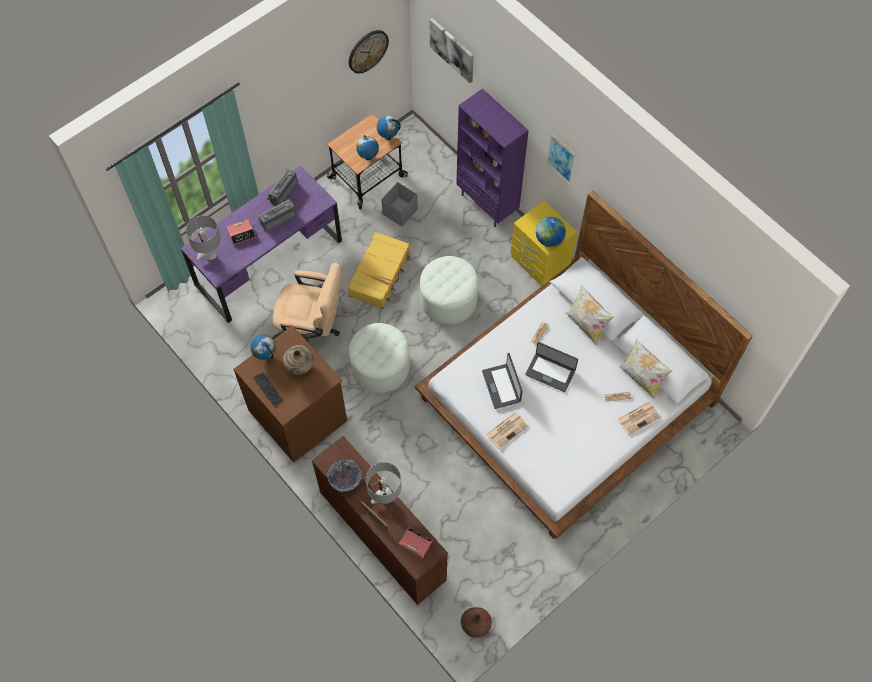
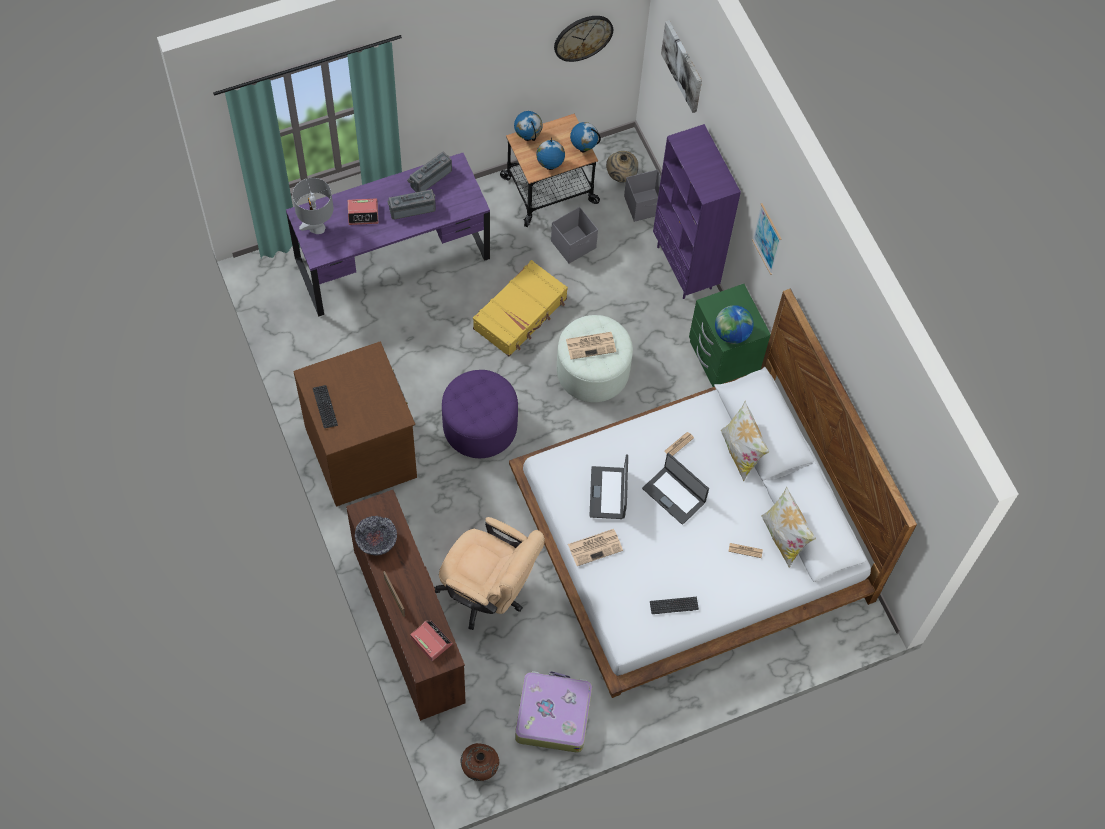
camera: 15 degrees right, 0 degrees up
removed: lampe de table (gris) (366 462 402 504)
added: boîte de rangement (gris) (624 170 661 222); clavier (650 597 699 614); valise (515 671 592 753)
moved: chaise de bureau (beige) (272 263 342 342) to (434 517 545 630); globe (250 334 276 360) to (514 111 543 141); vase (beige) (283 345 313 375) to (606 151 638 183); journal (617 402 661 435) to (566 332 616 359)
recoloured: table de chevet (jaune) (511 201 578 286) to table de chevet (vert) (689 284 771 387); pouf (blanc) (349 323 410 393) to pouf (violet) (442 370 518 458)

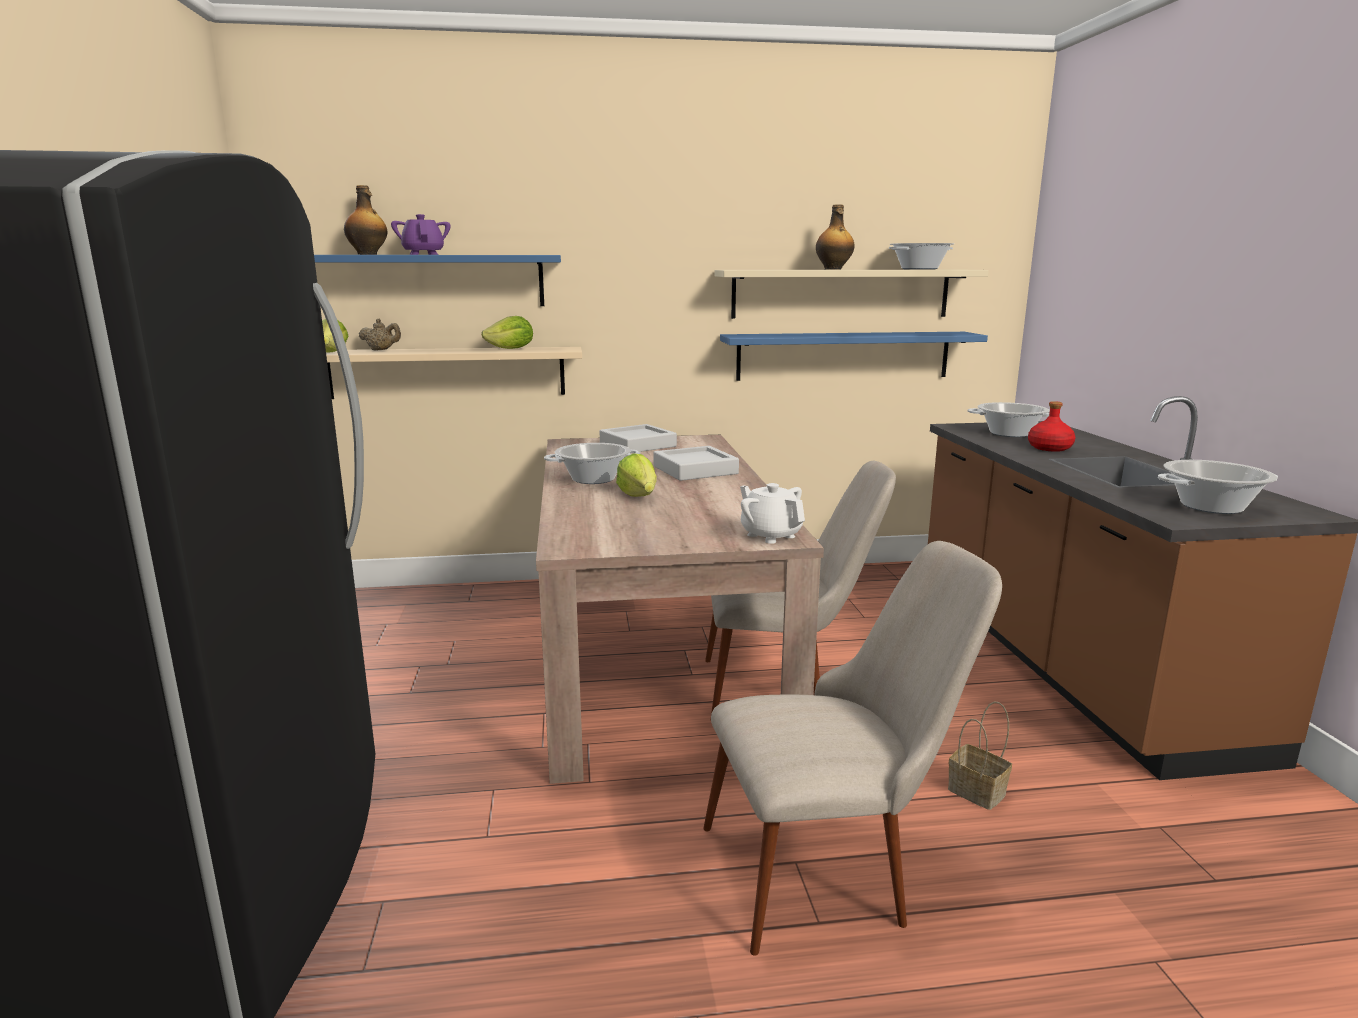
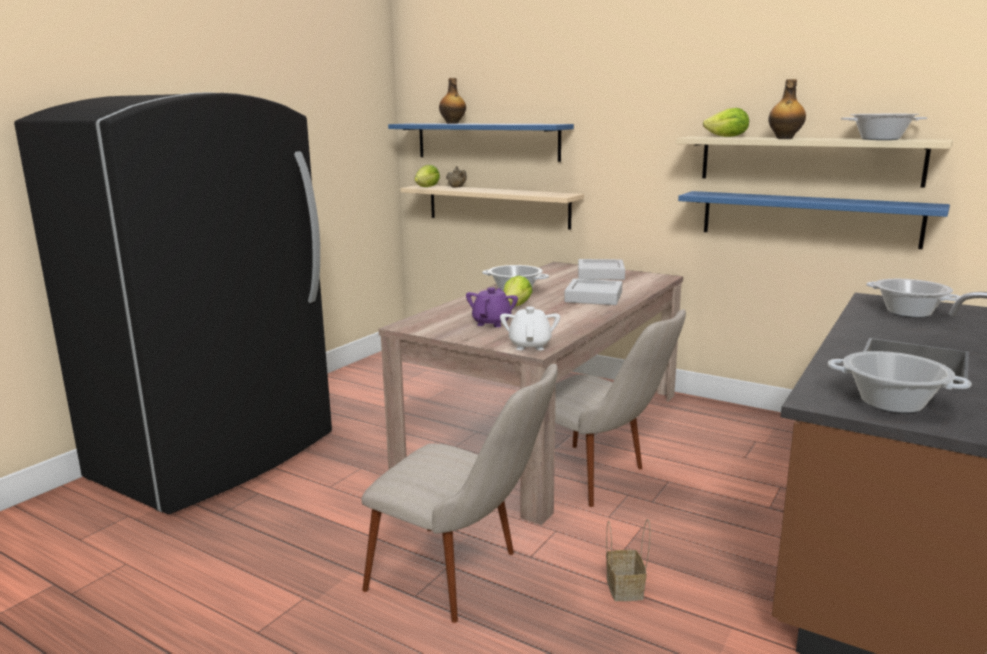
camera: 40 degrees right, 0 degrees up
removed: bouteille (rouge) (1028 401 1076 452)
moved: théière (violet) (391 214 451 255) to (466 287 518 327); laitue (481 316 533 349) to (703 108 749 137)

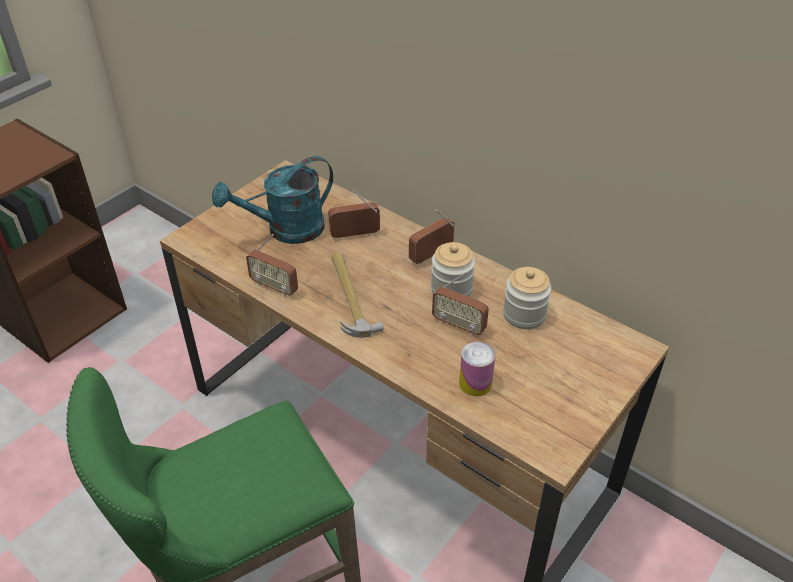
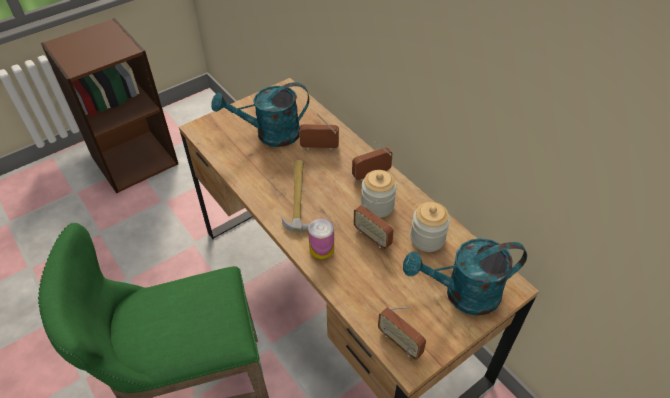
camera: 15 degrees right, 5 degrees up
added: arrosoir (turquoise) (403 238 527 316)
moved: radio (246 234 298 297) to (378 306 426 360); boîte métallique (459 342 495 396) to (308 218 334 259)

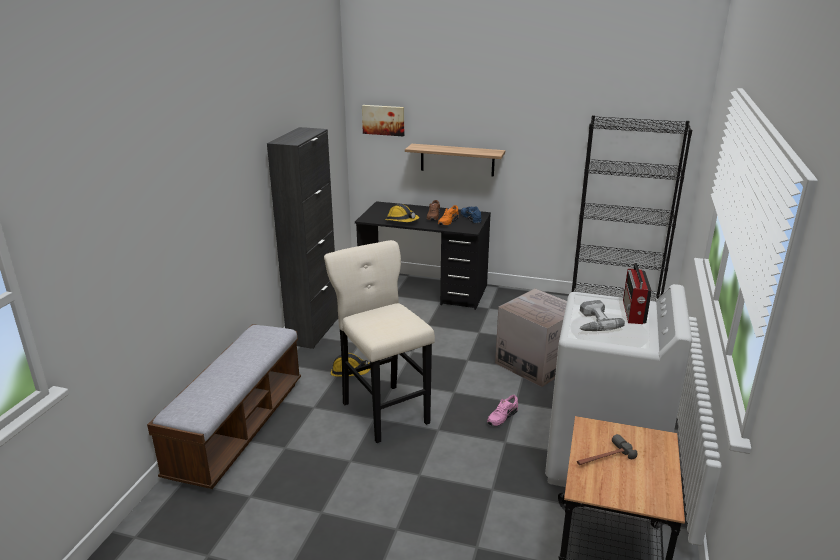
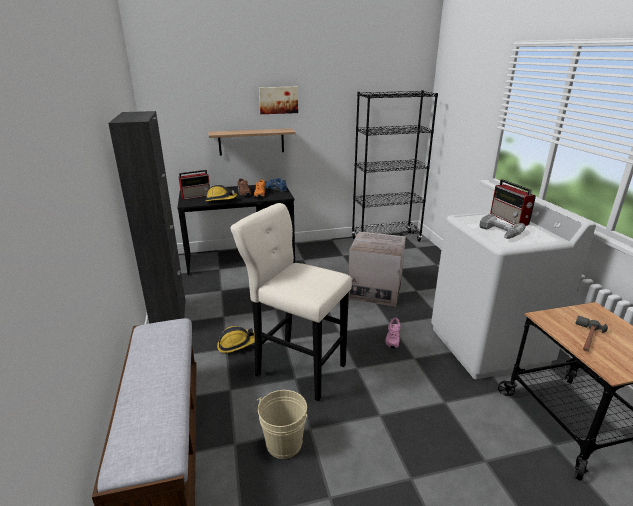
camera: 30 degrees left, 0 degrees up
added: radio (179 170 210 200); seau (beige) (257 390 307 459)
moved: tableau (362 105 404 136) to (259 87 298 114)

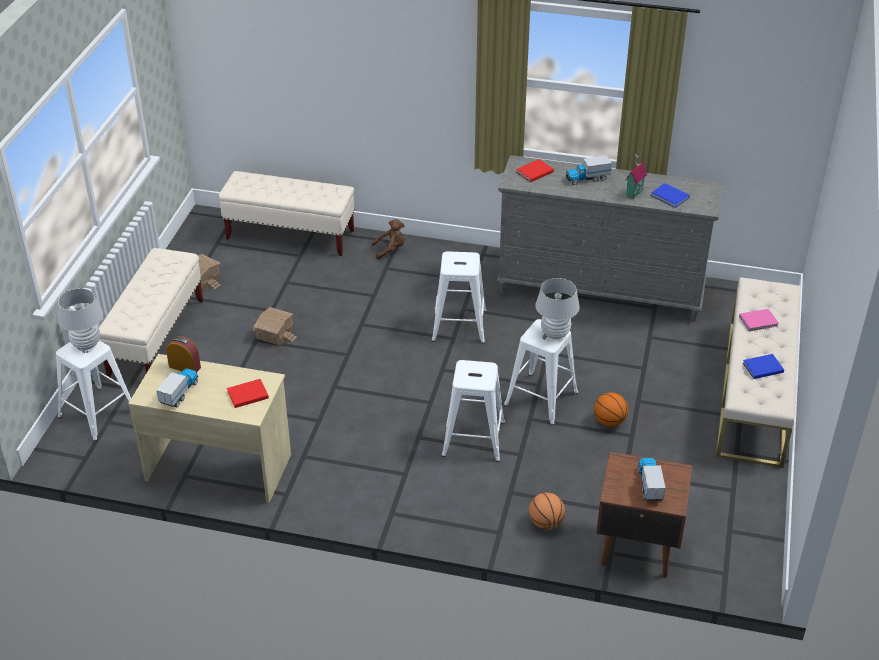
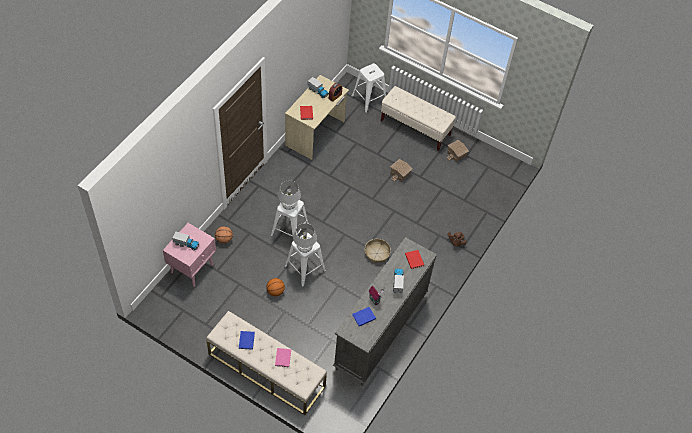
camera: 105 degrees right, 15 degrees up
removed: banc (beige) (219 171 355 256)
moved: lampe de table (blanc) (58 288 103 350) to (278 180 301 210)
replaced: tabouret (blanc) (432 251 487 343) to panier (365 239 391 263)
recoloured: table de chevet (marron) (596 452 693 578) to table de chevet (rose) (163 223 216 287)

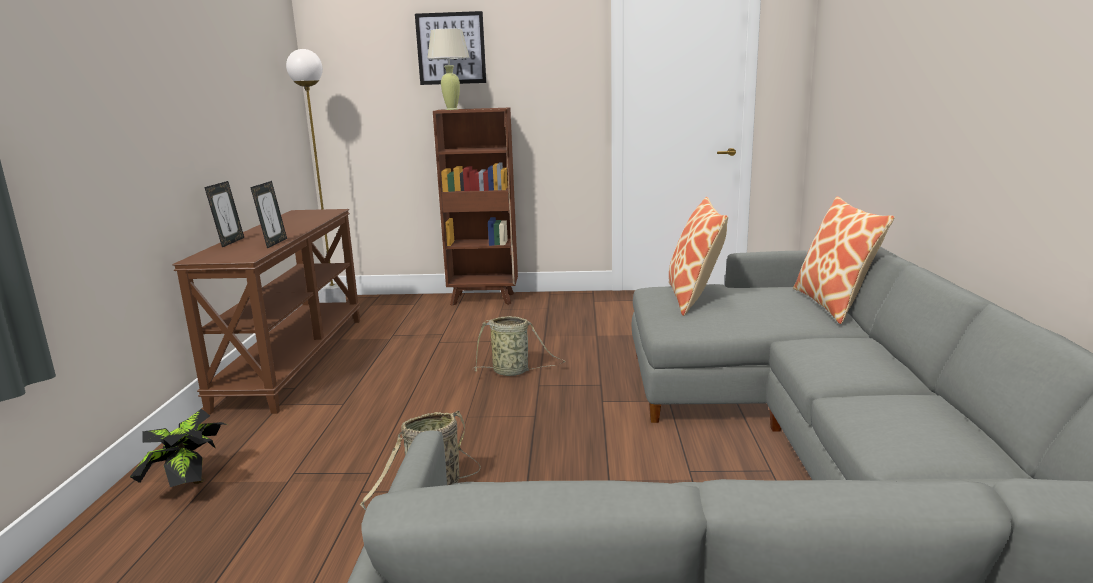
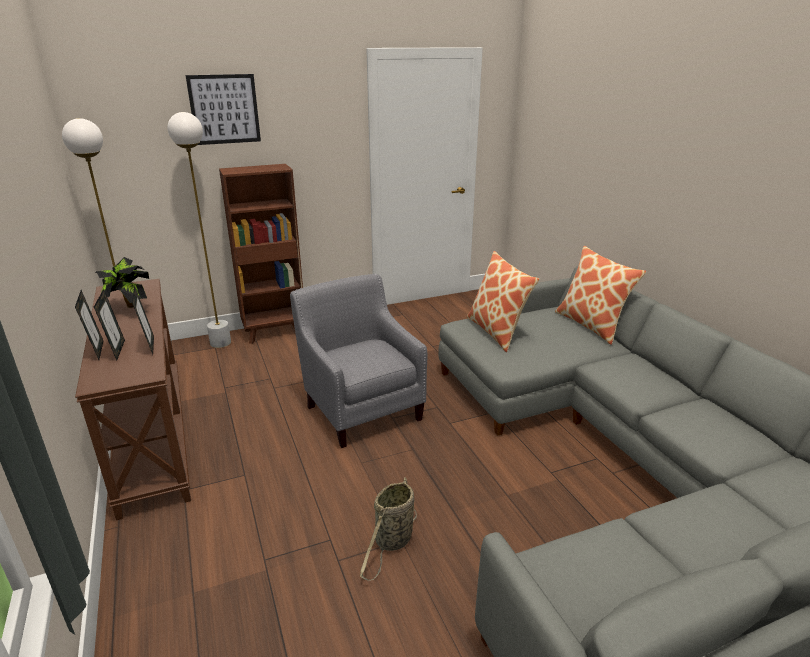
camera: 25 degrees left, 10 degrees up
removed: lampe de table (beige) (427 28 470 110)
added: lampadaire (blanc) (167 112 231 348); cadre photo (94 289 125 361)
moved: plante en pot (130 409 227 487) to (96 257 149 308)
replaced: panier (472 316 565 376) to fauteuil (gris) (290 274 427 448)

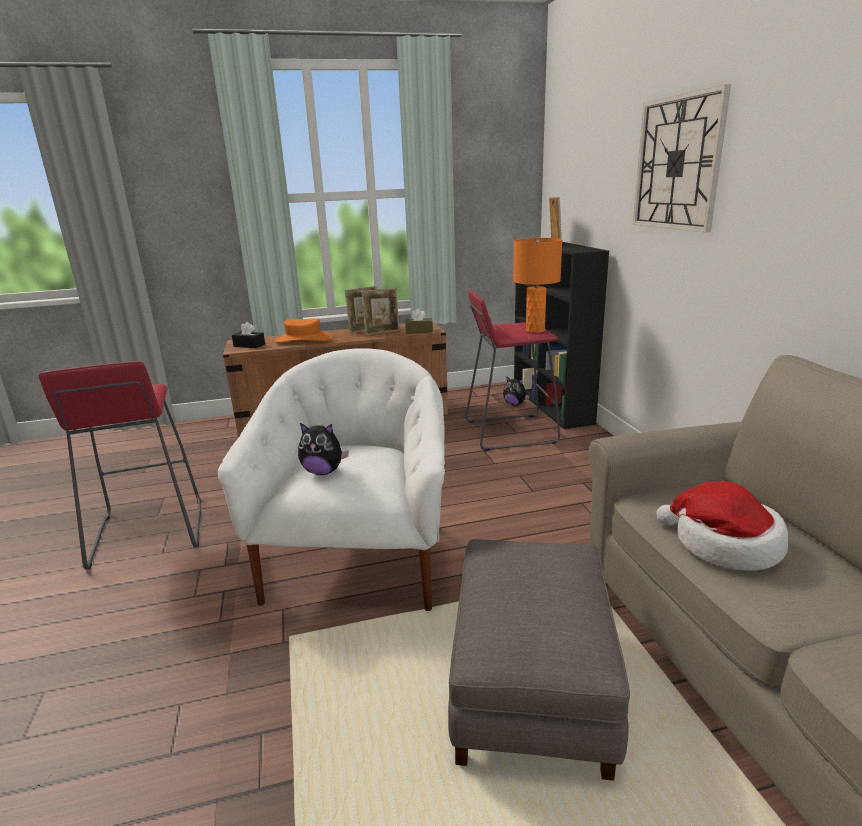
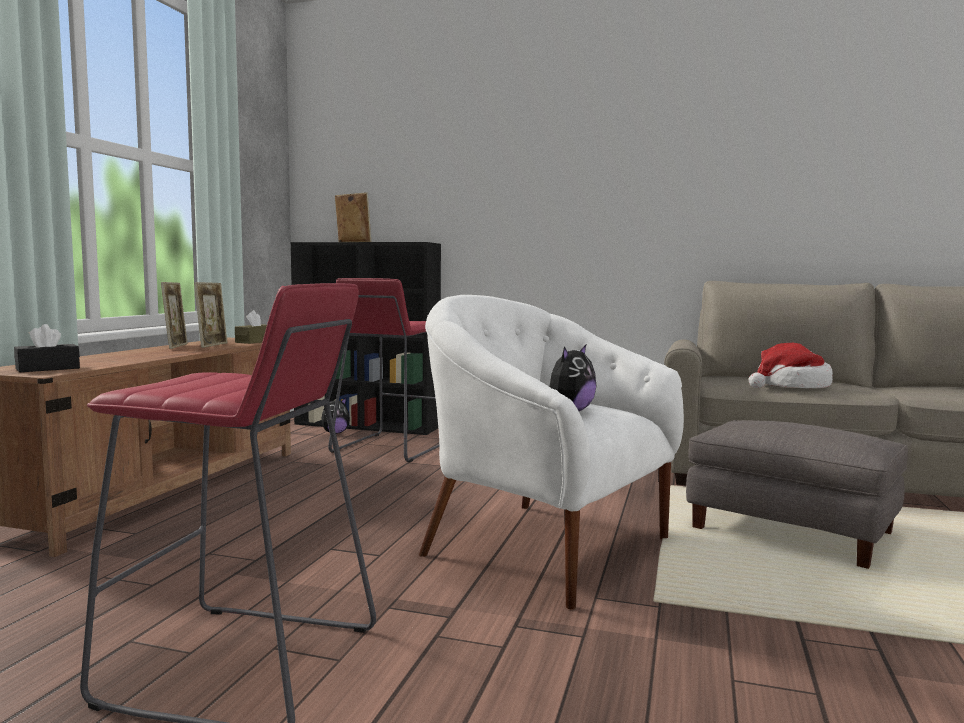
camera: 60 degrees left, 15 degrees down
removed: horloge murale (633 84 731 233); lampe de table (orange) (513 238 562 333); chapeau (orange) (275 318 332 343)

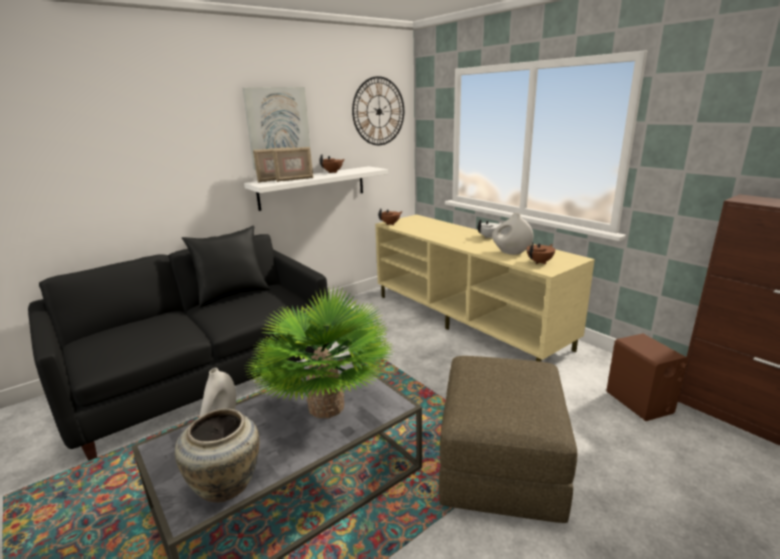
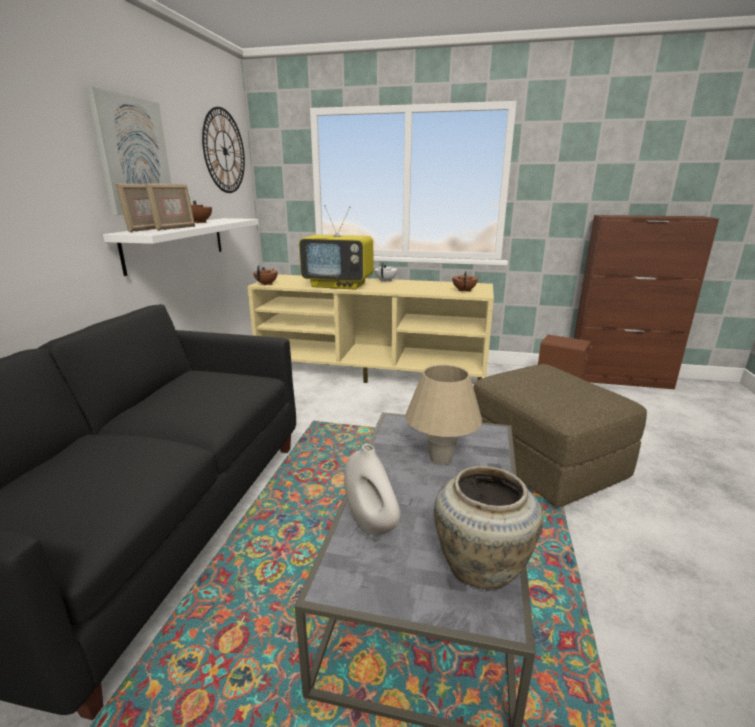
camera: 40 degrees left, 0 degrees up
removed: vase (blanc) (492 213 533 255); coussin (noir) (182 226 270 308)
added: téléviseur (299 205 373 289)
replaced: plante en pot (246 285 393 418) to lampe de table (beige) (406 365 482 465)

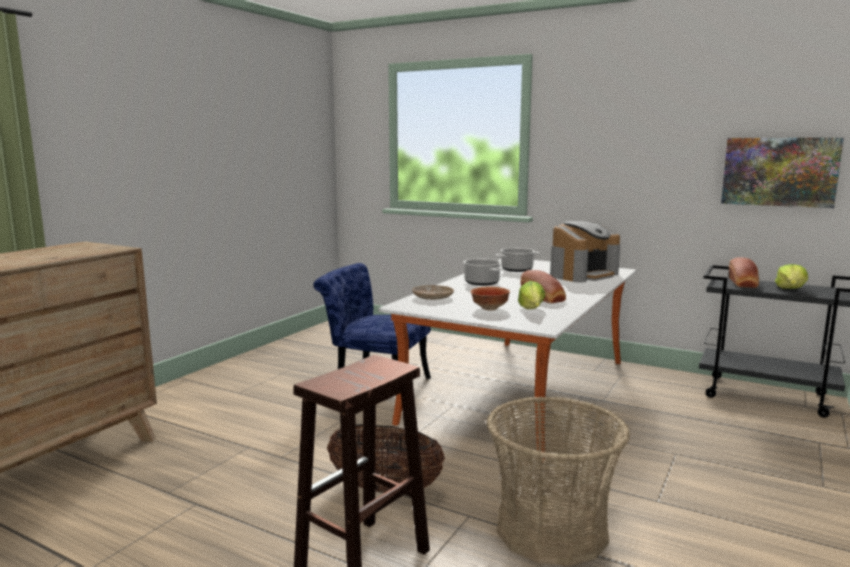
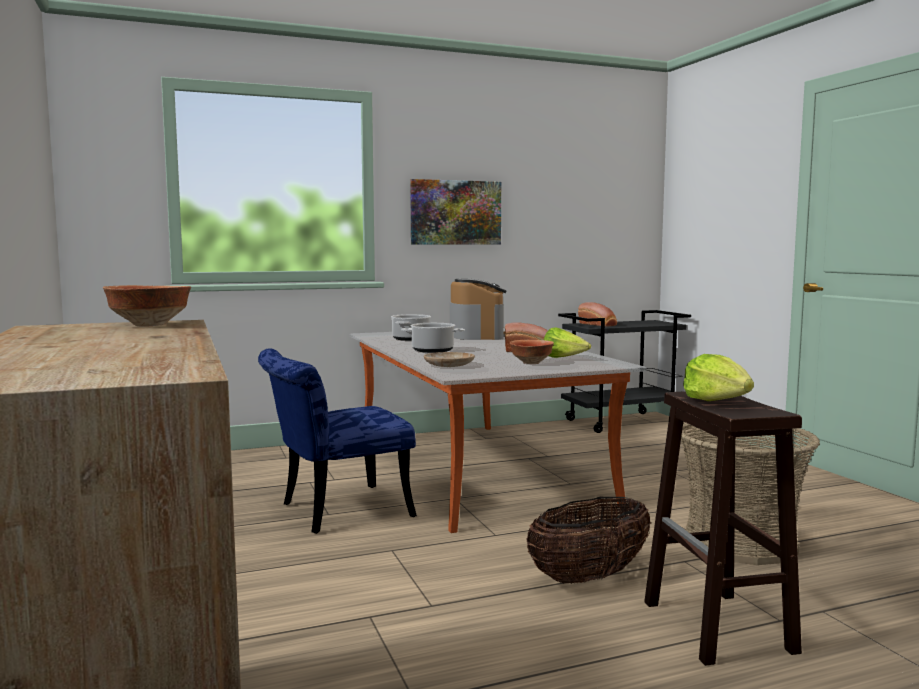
camera: 50 degrees left, 5 degrees down
added: bol (103 285 191 327)
moved: tableau (721 138 844 208) to (410 179 501 245); laitue (775 264 808 289) to (683 354 754 401)

